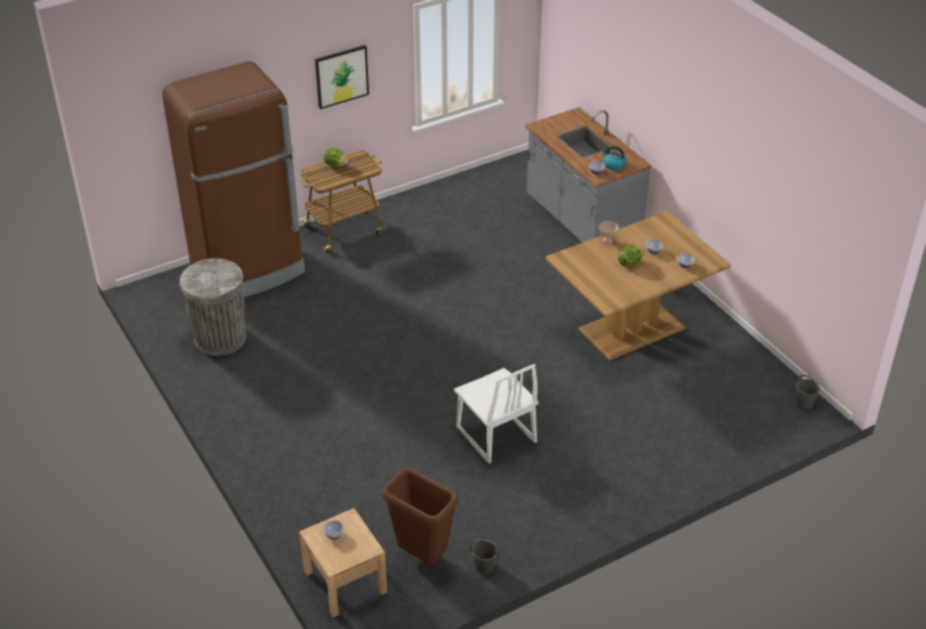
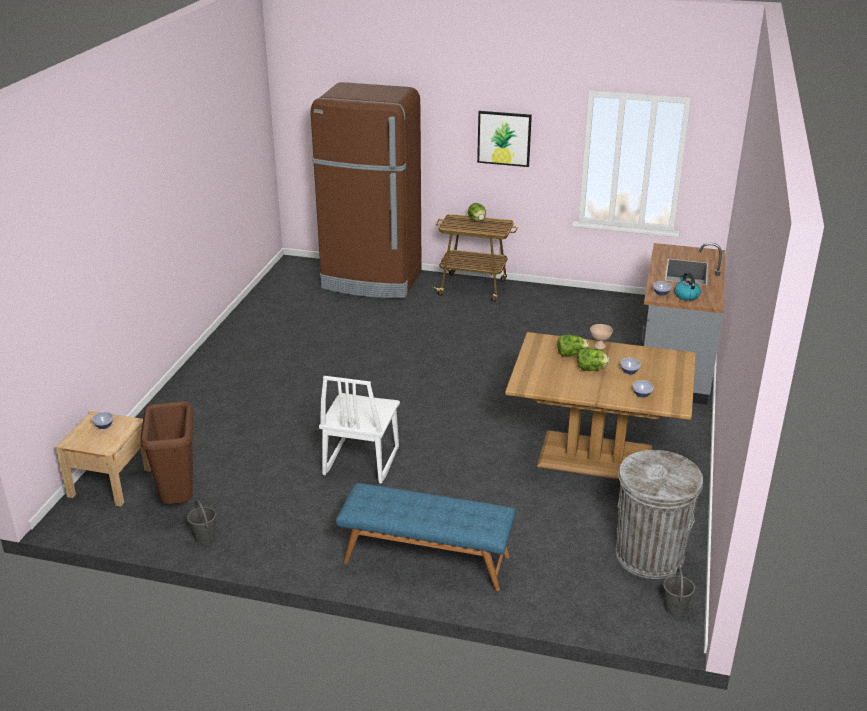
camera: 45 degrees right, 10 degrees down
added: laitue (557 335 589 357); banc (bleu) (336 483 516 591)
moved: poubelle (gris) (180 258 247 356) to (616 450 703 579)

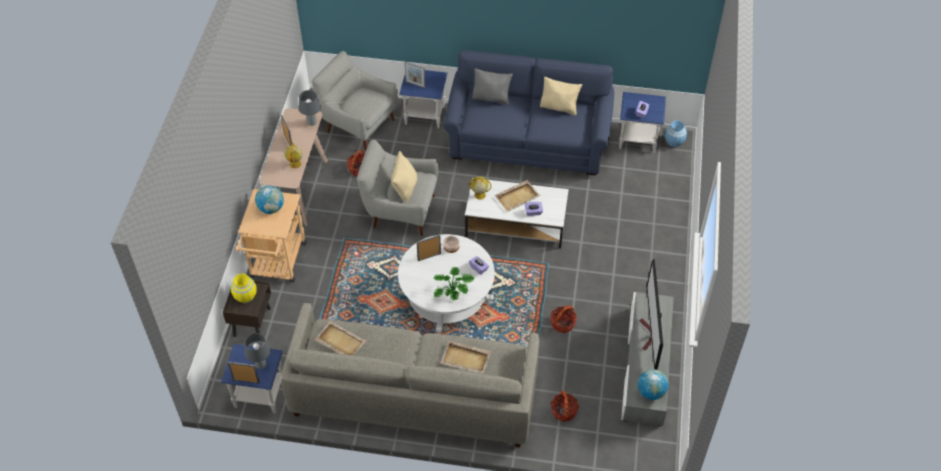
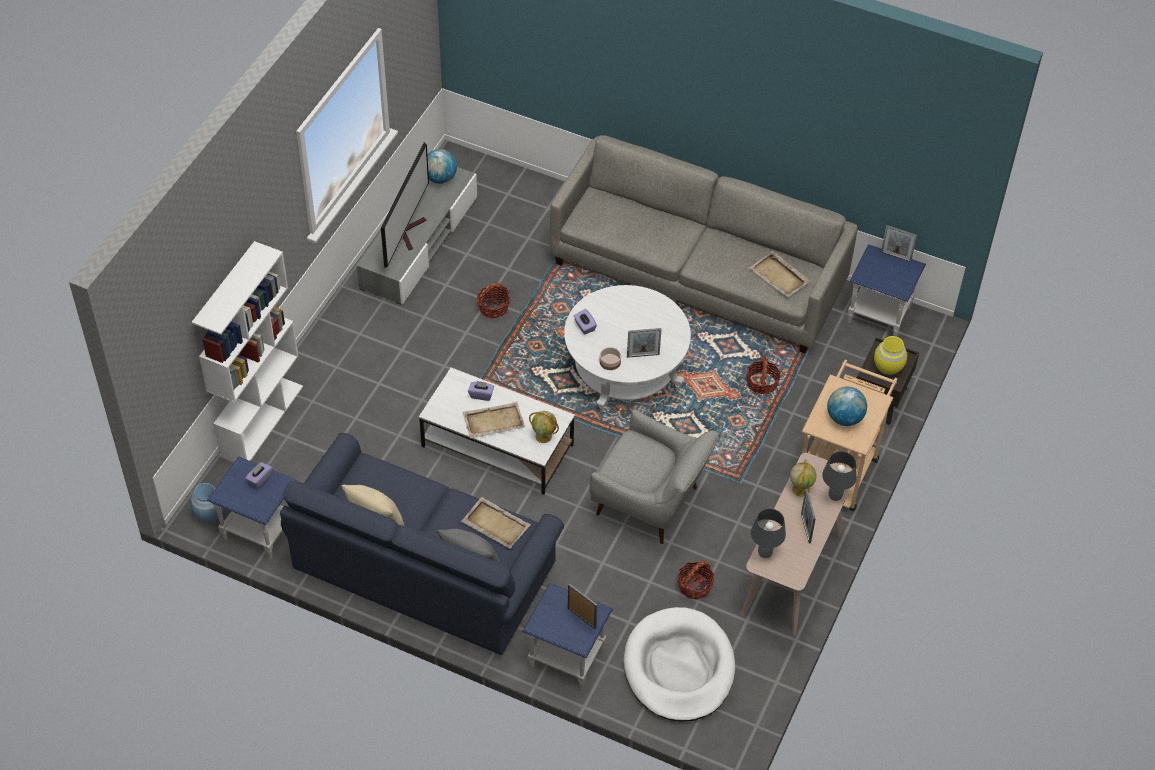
camera: 165 degrees left, 0 degrees up
removed: coussin (beige) (391 151 417 203); plante en pot (433 267 475 301)
added: bibliothèque (blanc) (192 241 303 461)
moved: lampe de table (gris) (245 333 271 369) to (822 451 857 501); plateau (beige) (441 341 491 374) to (461 497 531 549); panier (551 391 579 422) to (746 356 780 395)
replaced: fauteuil (gris) (312 51 398 151) to panier pour chien (blanc) (624 607 735 722)

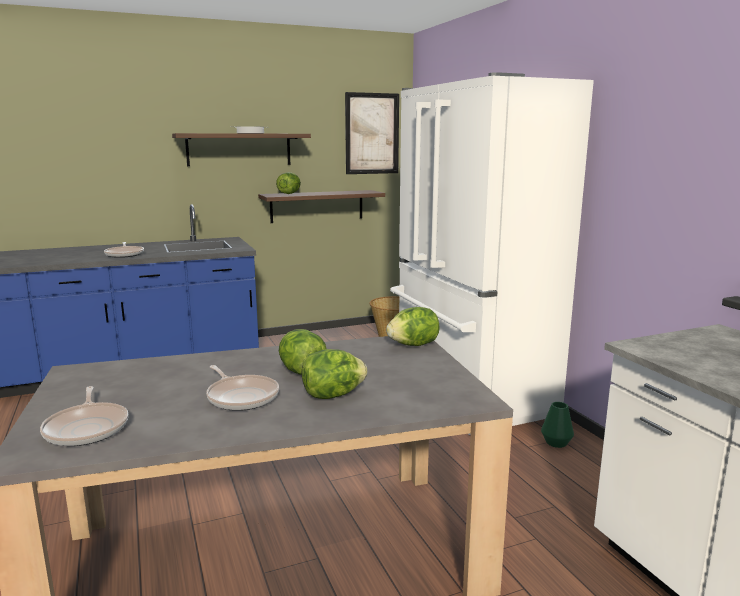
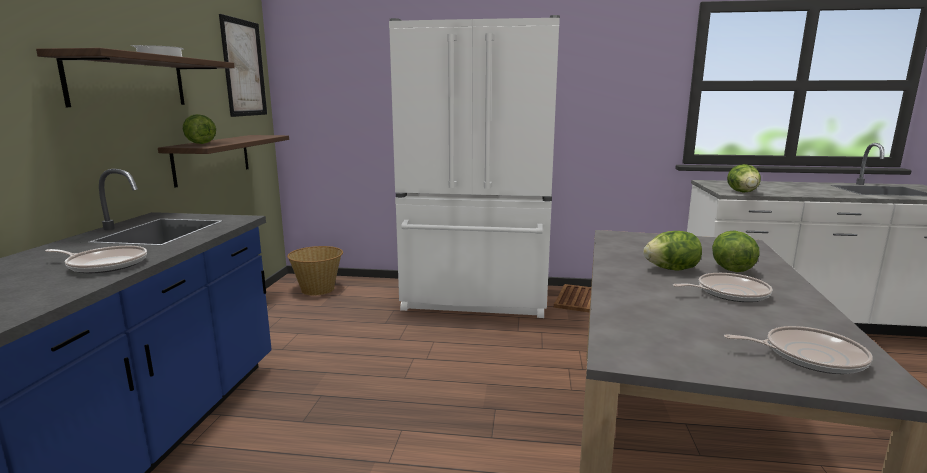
camera: 60 degrees left, 0 degrees up
moved: laitue (386 307 440 346) to (727 164 761 193)
replaced: vase (vert) (541 402 574 448) to plateau (marron) (554 284 591 313)

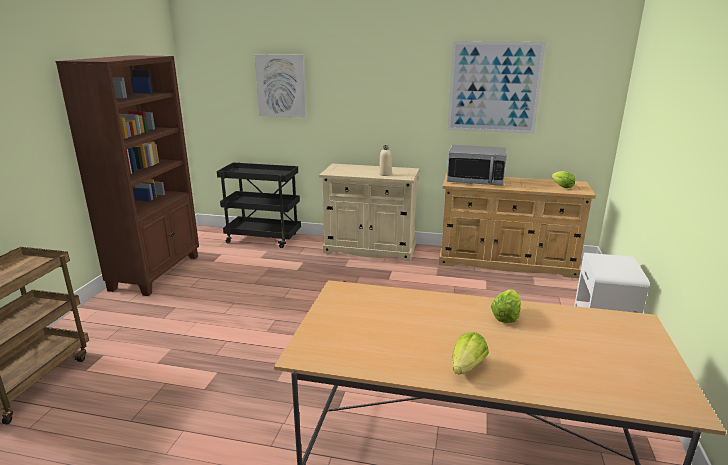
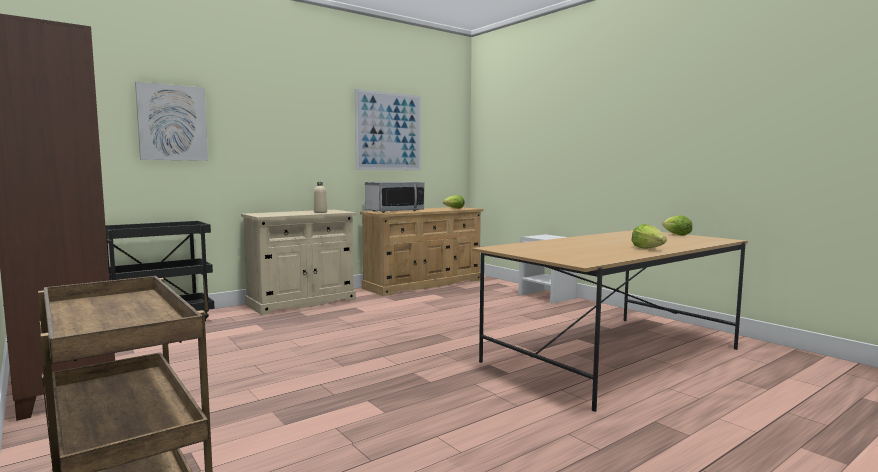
camera: 50 degrees left, 15 degrees down
moved: laitue (491 290 521 323) to (662 216 692 236)

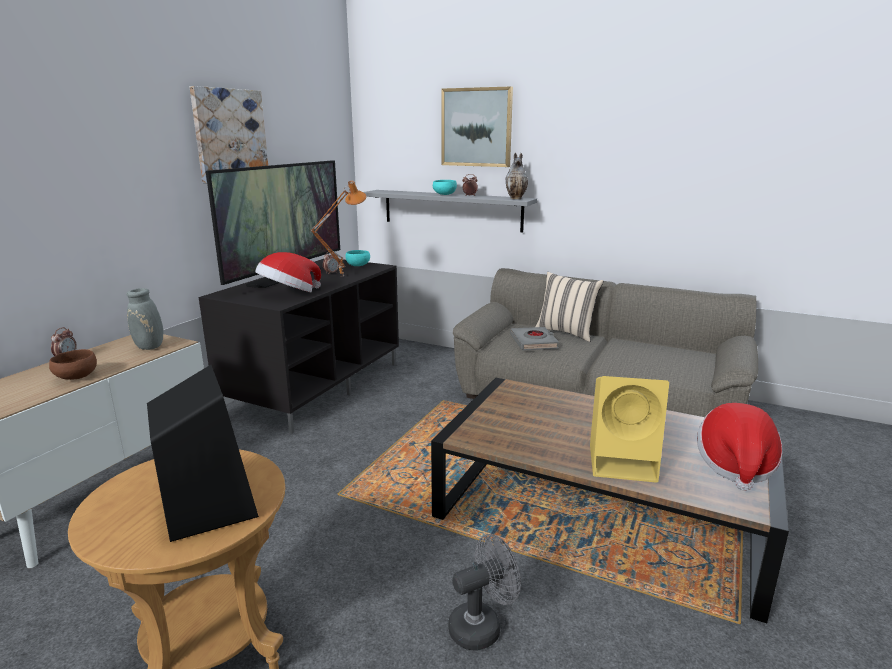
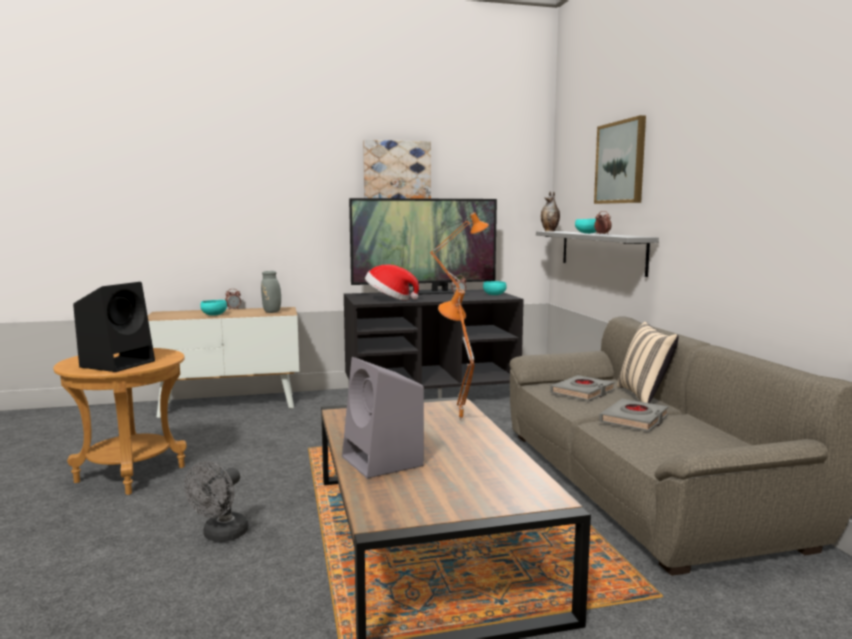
camera: 50 degrees right, 10 degrees down
removed: chapeau (697 403 782 491)
added: lampe de table (orange) (438 289 475 420); livre (gris) (599 399 668 432)
moved: vase (505 152 528 199) to (541 192 560 231)
recoloured: bol (marron) (49 349 97 380) to bol (turquoise) (200 300 227 316); enceinte (jaune) (590 376 669 483) to enceinte (gris) (342 357 424 479)
turned: ventilateur (gris) (448 534 521 650) = (184 461 248 542) 90 degrees clockwise

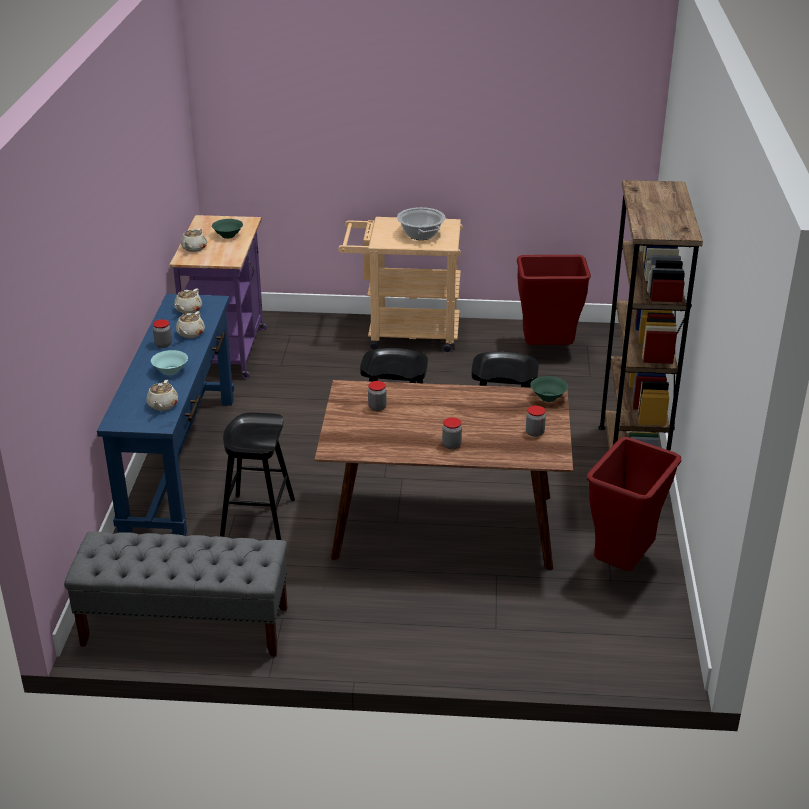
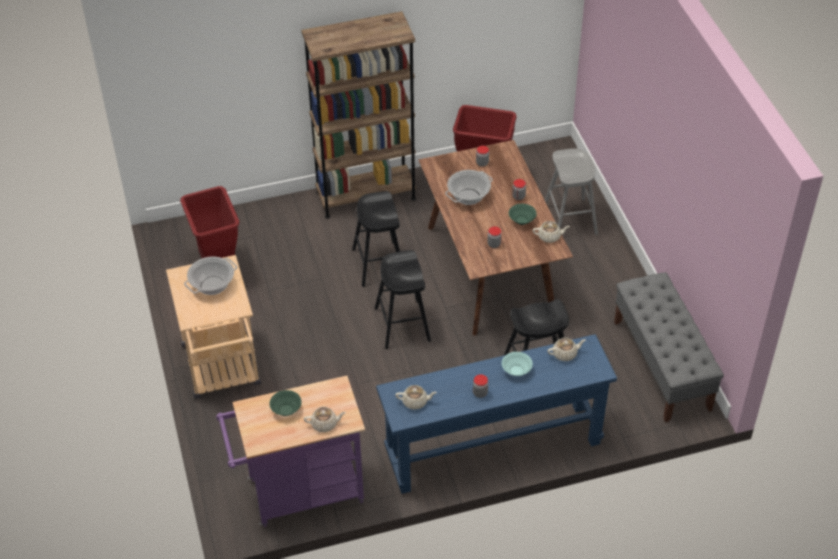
camera: 110 degrees left, 15 degrees up
added: tabouret (gris) (545 148 598 235); marmite (445 170 493 205)
moved: théière (beige) (176 311 205 338) to (532 221 570 243); bol (vert) (530 376 568 402) to (509 204 537 225)

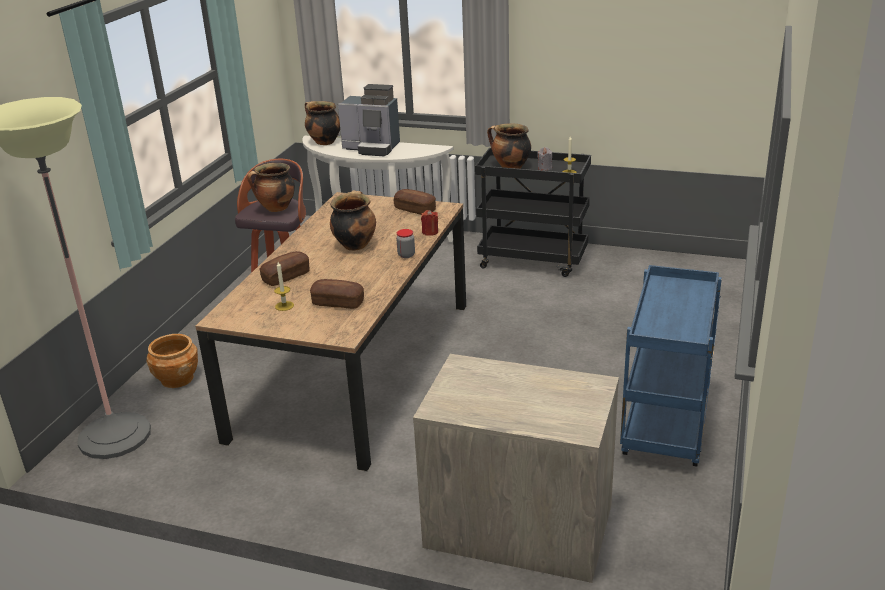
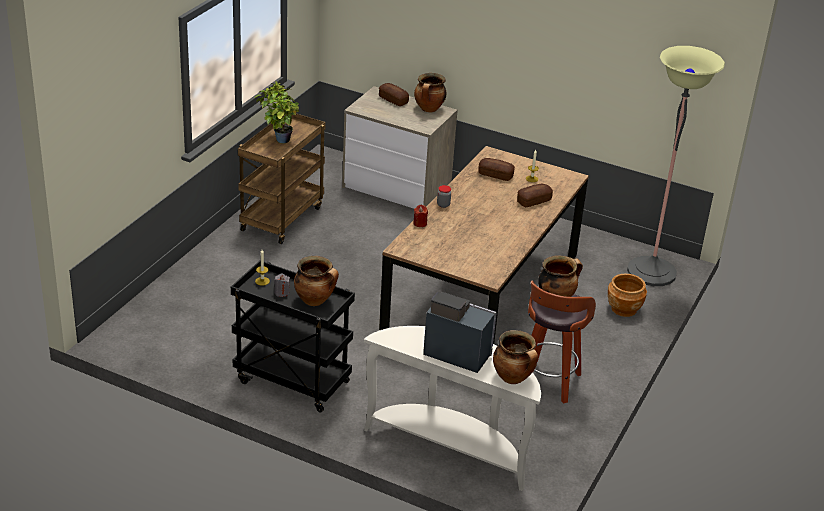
camera: 175 degrees left, 5 degrees up
added: plante en pot (254 81 299 143)
moved: pain (394 189 436 215) to (379 83 409 106); marmite (330 190 376 251) to (414 73 446 113)
recoloured: chariot (bleu) (620 265 722 467) to chariot (marron) (238 113 326 244)

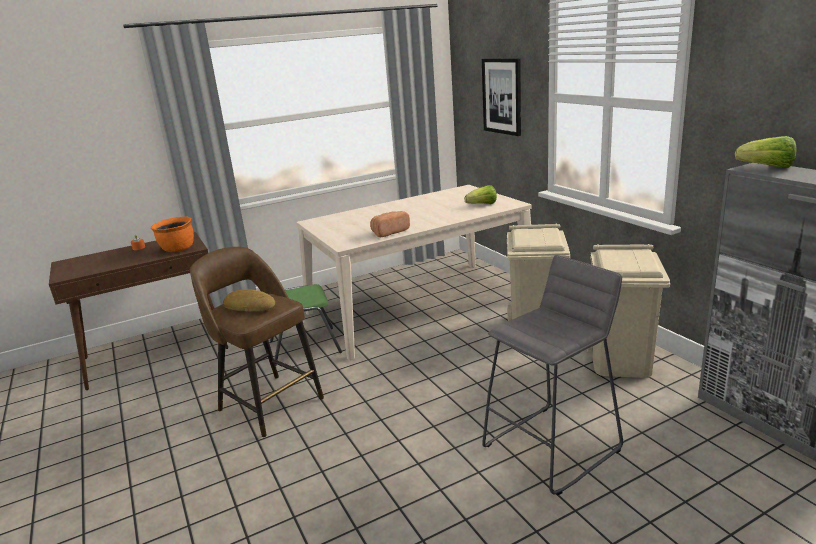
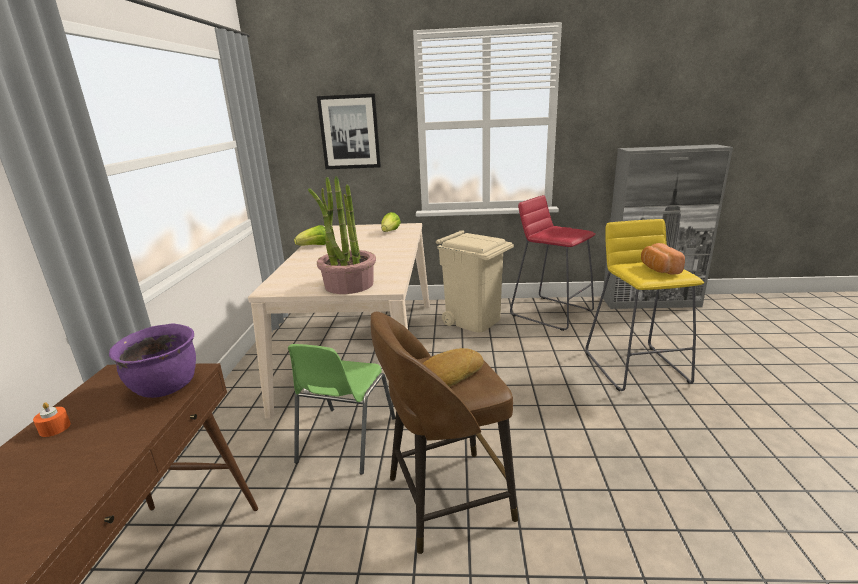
camera: 60 degrees left, 0 degrees up
added: plante en pot (308 176 376 294)
moved: laitue (735 136 797 168) to (294 225 326 245); pain (370 211 410 237) to (641 243 685 274)
replaced: poubelle (beige) (587 244 670 378) to tabouret (rouge) (510 195 596 331)
recoloured: marmite (orange) (151 217 194 252) to marmite (violet) (109 323 196 398); tabouret (gris) (482 255 623 496) to tabouret (jaune) (586 219 704 391)

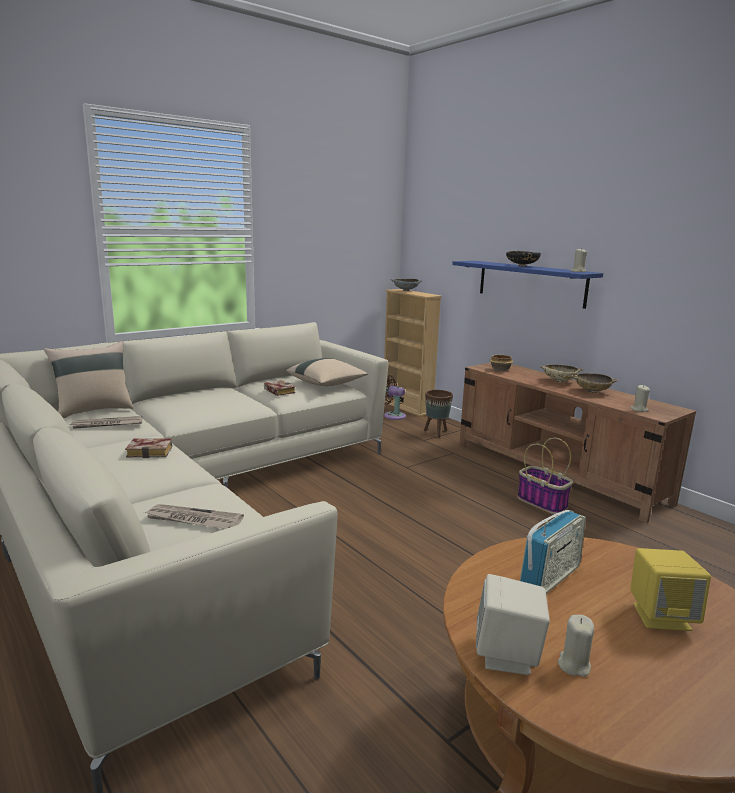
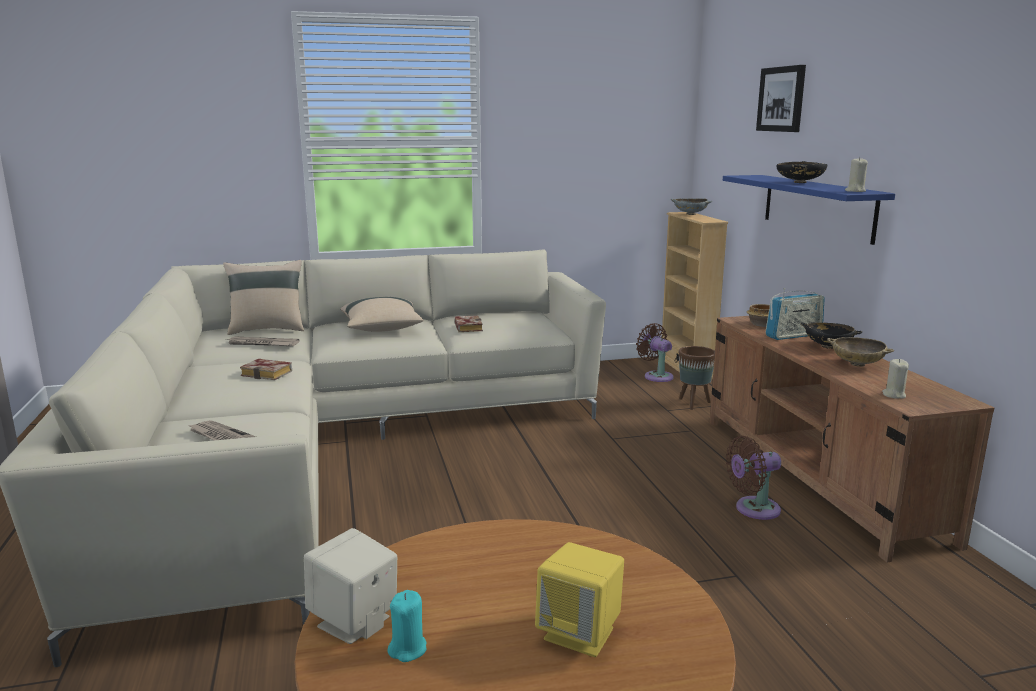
camera: 25 degrees right, 0 degrees up
added: tableau (756 65 806 132)
moved: coussin (beige) (286 358 368 386) to (340 297 424 332); radio (520 510 586 594) to (765 288 825 340)
replaced: panier (517 437 573 514) to ventilateur (marron) (726 436 781 520)
recoloured: bol (beige) (540 365 583 383) to bol (noir) (800 322 862 349); bougie (beige) (558 615 594 677) to bougie (turquoise) (387 590 426 662)

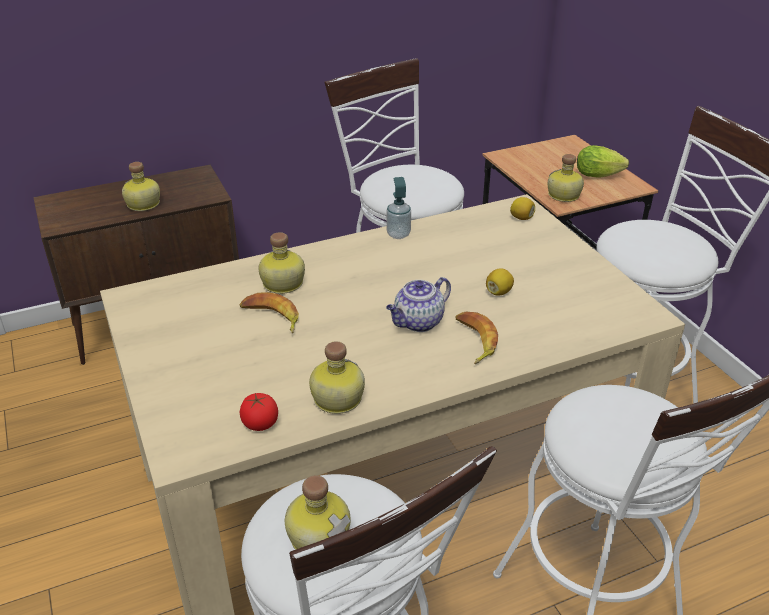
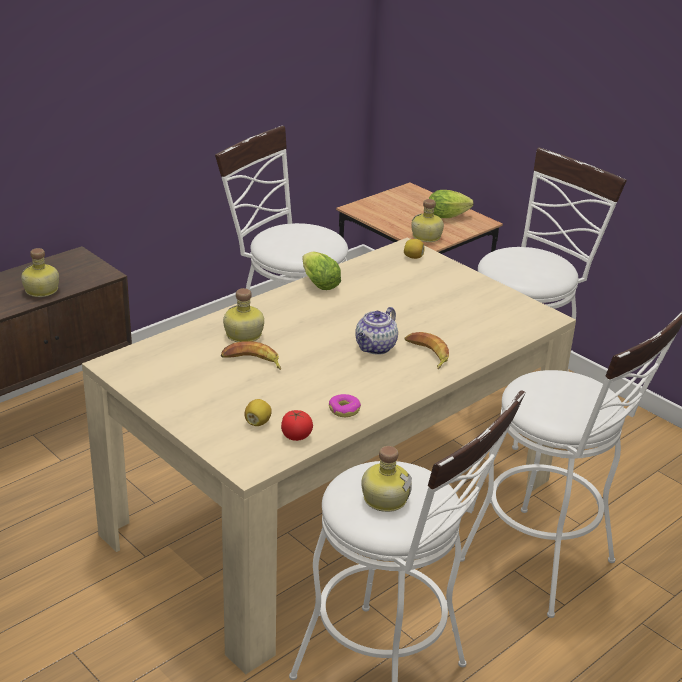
camera: 20 degrees left, 5 degrees down
moved: citron (486 268 514 296) to (244 399 272 426)
replaced: distributeur de savon (387 177 411 239) to laitue (302 251 341 290); bouteille (309 341 365 414) to beignet (329 394 361 417)

